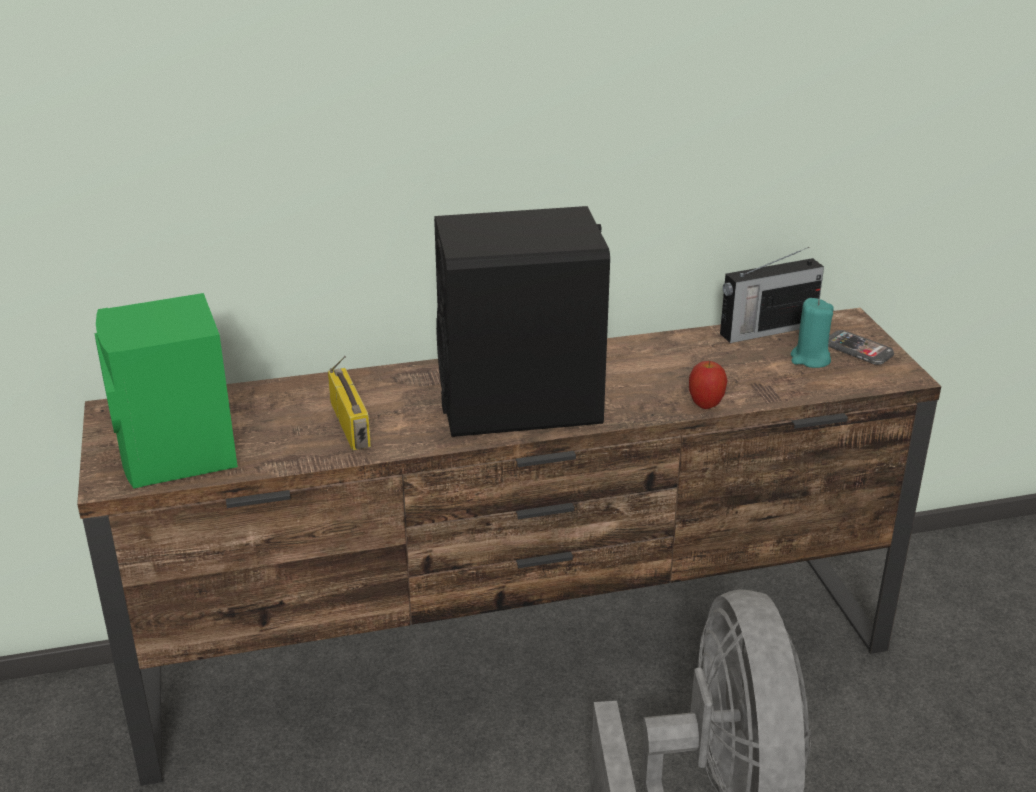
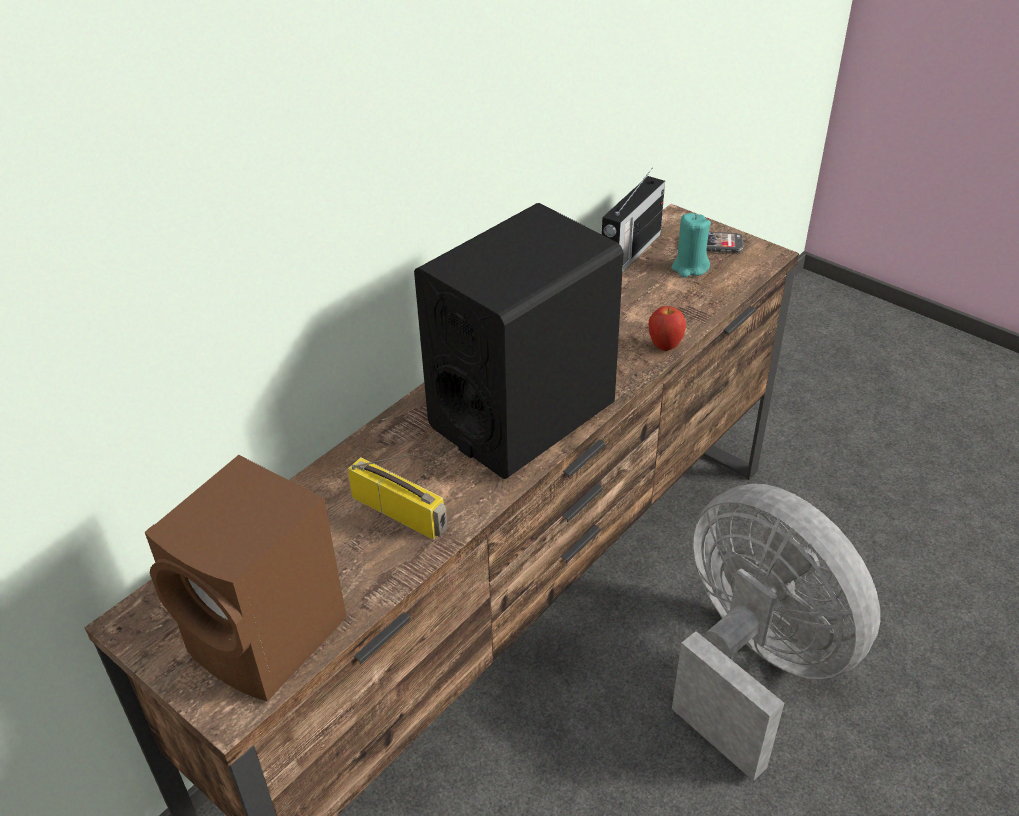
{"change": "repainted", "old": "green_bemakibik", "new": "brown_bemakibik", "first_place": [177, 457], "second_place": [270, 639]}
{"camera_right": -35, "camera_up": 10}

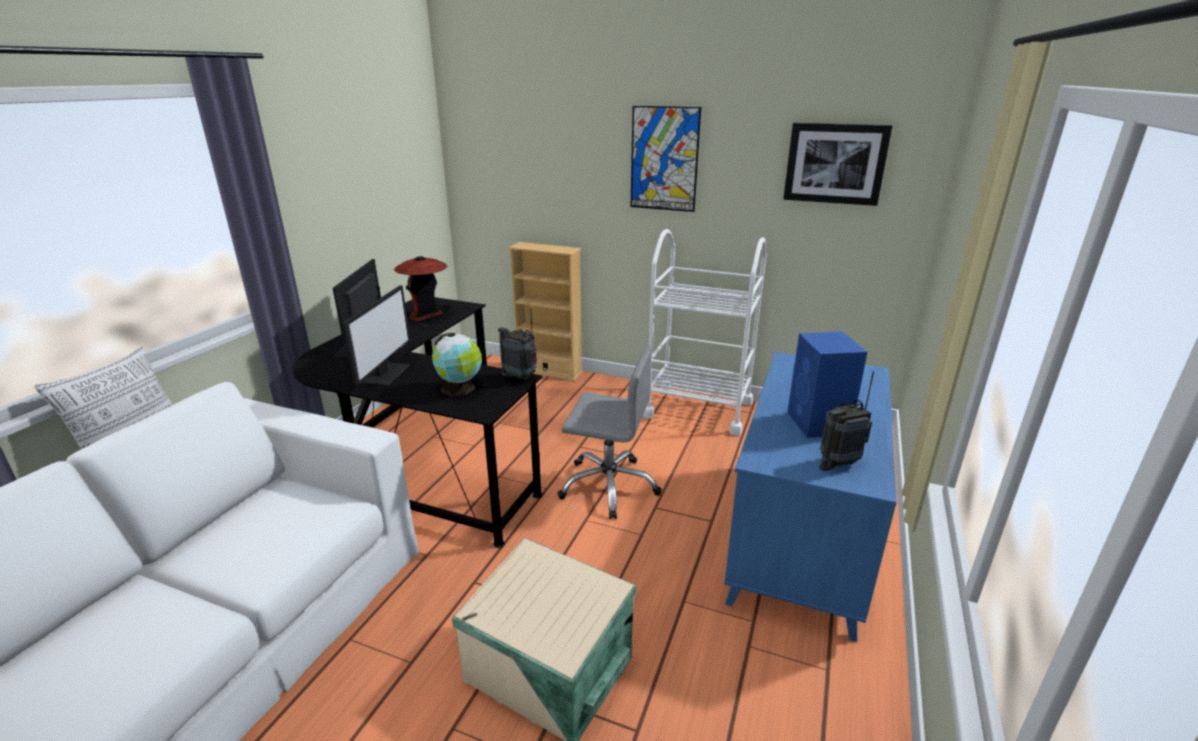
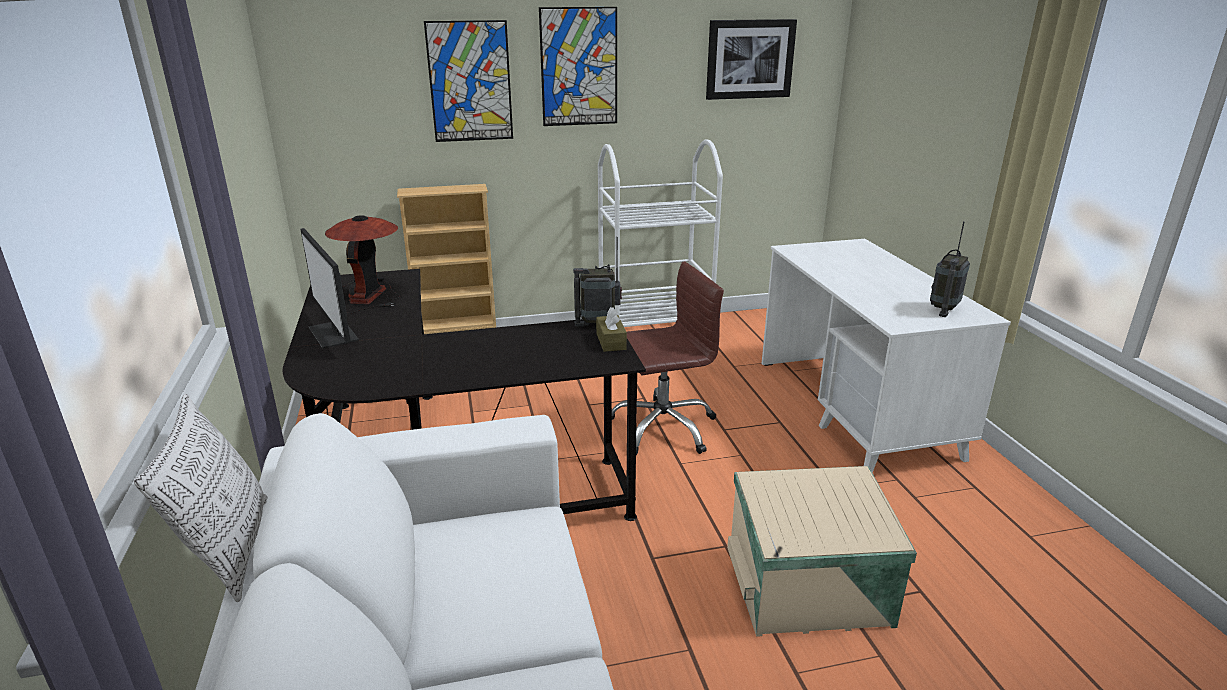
{"change": "gone", "old": "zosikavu", "first_place": [385, 373]}
{"change": "gone", "old": "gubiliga", "first_place": [460, 388]}
{"change": "repainted", "old": "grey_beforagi", "new": "brown_beforagi", "first_place": [609, 486], "second_place": [662, 427]}
{"change": "repainted", "old": "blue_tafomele", "new": "white_tafomele", "first_place": [801, 539], "second_place": [857, 409]}
{"change": "gone", "old": "blue_bemakibik", "first_place": [818, 424]}
{"change": "new", "new": "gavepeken", "second_place": [470, 82]}
{"change": "new", "new": "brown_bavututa", "second_place": [611, 341]}
{"camera_right": -35, "camera_up": 0}

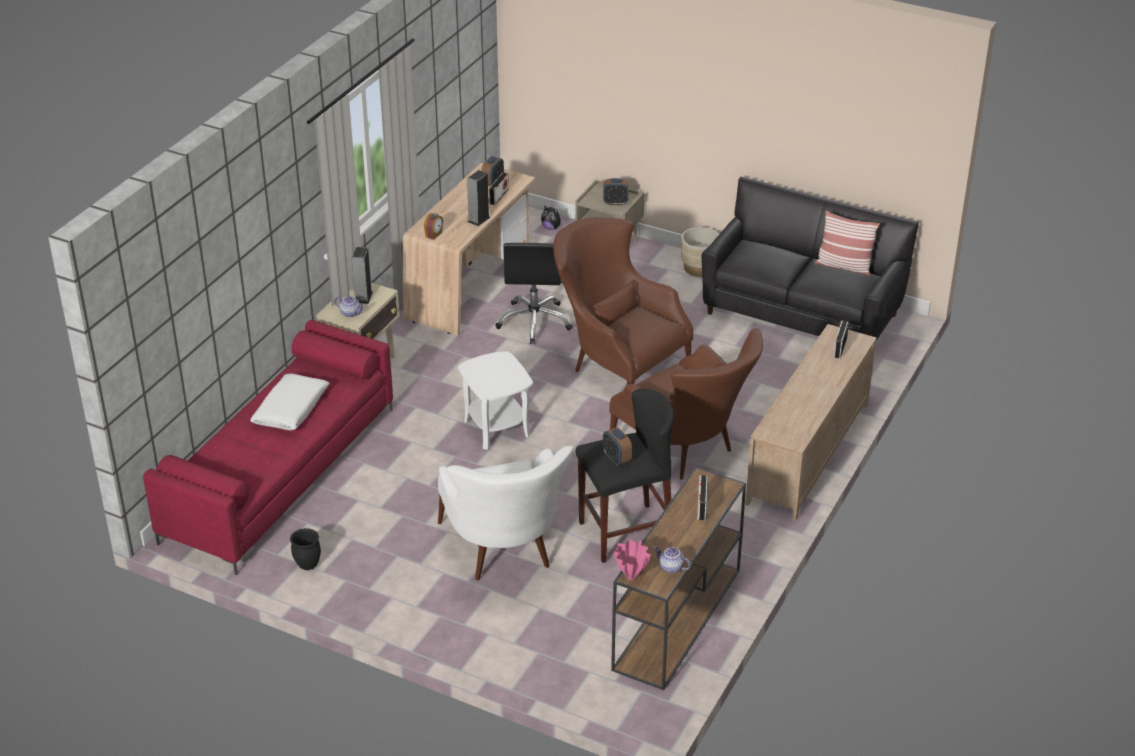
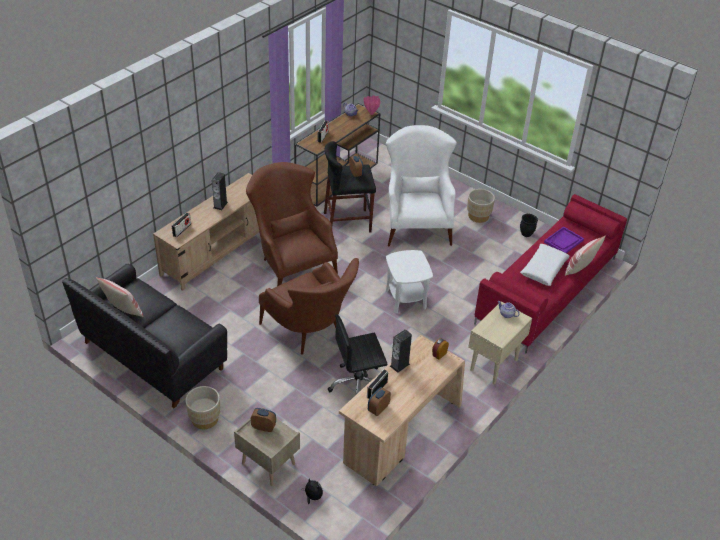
{"change": "shifted", "old": "bemakibik", "first_place": [363, 297], "second_place": [220, 205]}
{"change": "rotated", "old": "black_beforagi", "first_place": [534, 322], "second_place": [358, 385], "degrees": -120}
{"change": "new", "new": "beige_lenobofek", "second_place": [478, 216]}
{"change": "new", "new": "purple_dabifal", "second_place": [563, 241]}
{"change": "new", "new": "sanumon", "second_place": [580, 268]}
{"camera_right": -170, "camera_up": 5}

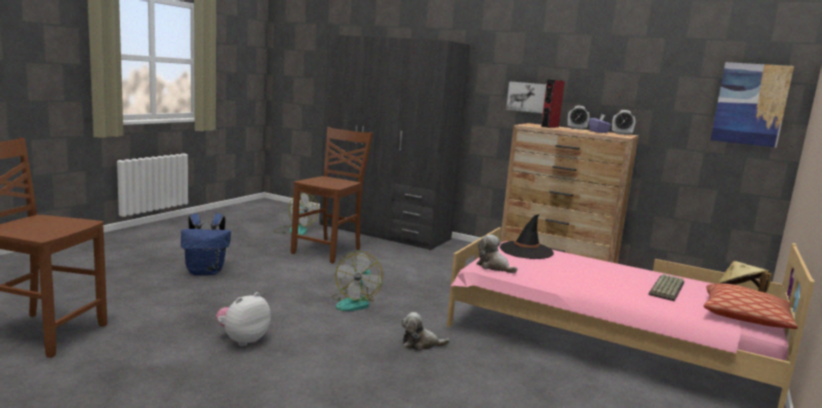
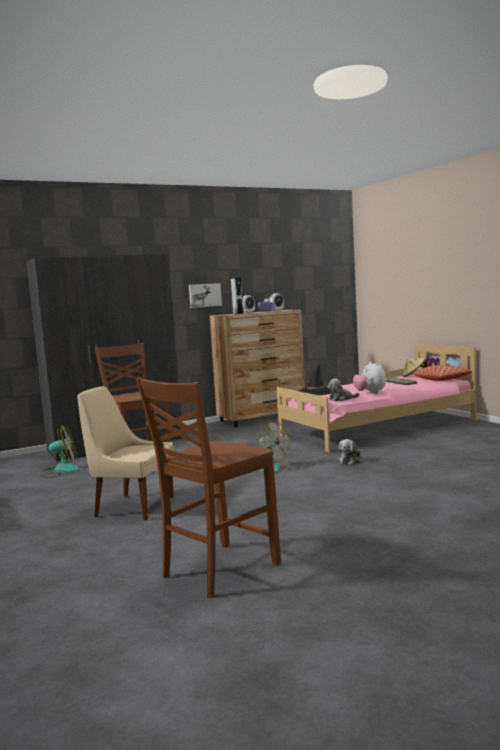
{"change": "swapped", "old": "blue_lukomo", "new": "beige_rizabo", "first_place": [206, 272], "second_place": [132, 507]}
{"change": "shifted", "old": "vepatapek", "first_place": [243, 340], "second_place": [370, 393]}
{"change": "repainted", "old": "red_bemakibik", "new": "grey_bemakibik", "first_place": [549, 127], "second_place": [238, 313]}
{"change": "gone", "old": "gavepeken", "first_place": [750, 104]}
{"camera_right": -55, "camera_up": -5}

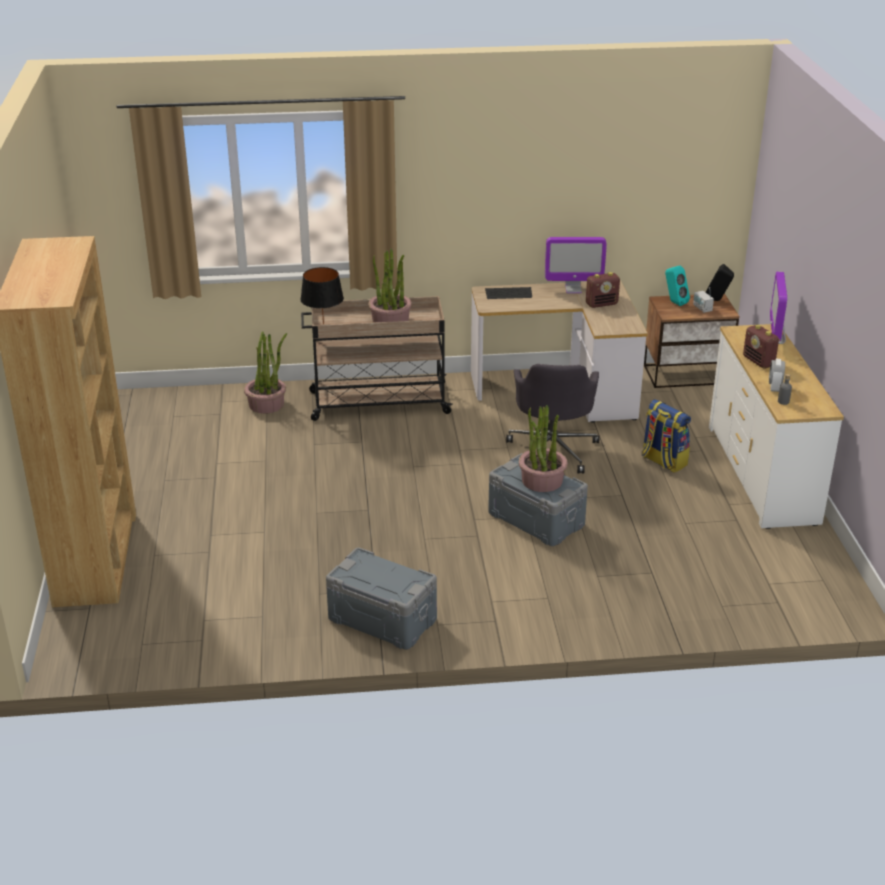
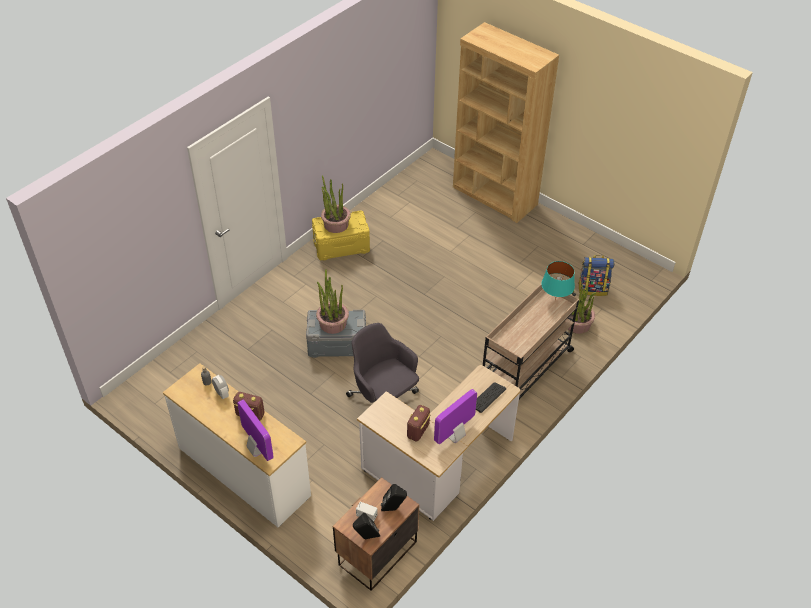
{"change": "repainted", "old": "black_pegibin", "new": "turquoise_pegibin", "first_place": [323, 324], "second_place": [555, 299]}
{"change": "repainted", "old": "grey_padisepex", "new": "yellow_padisepex", "first_place": [383, 619], "second_place": [341, 246]}
{"change": "shifted", "old": "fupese", "first_place": [390, 321], "second_place": [336, 224]}
{"change": "shifted", "old": "lukomo", "first_place": [663, 461], "second_place": [593, 288]}
{"change": "repainted", "old": "turquoise_bemakibik", "new": "black_bemakibik", "first_place": [674, 302], "second_place": [393, 508]}
{"camera_right": 135, "camera_up": 15}

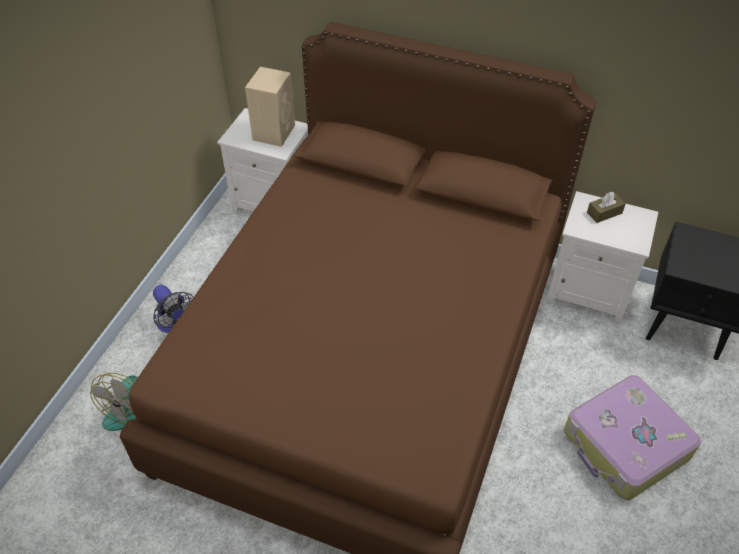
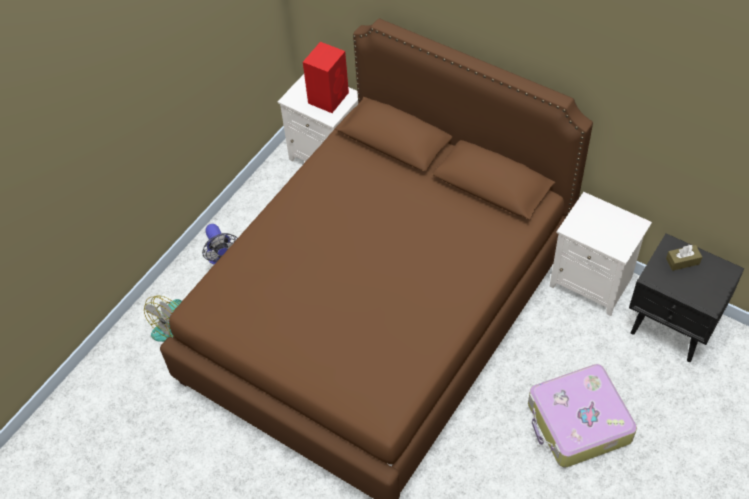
{"change": "repainted", "old": "beige_bemakibik", "new": "red_bemakibik", "first_place": [274, 132], "second_place": [329, 97]}
{"change": "shifted", "old": "brown_bavututa", "first_place": [604, 213], "second_place": [682, 261]}
{"camera_right": 15, "camera_up": 5}

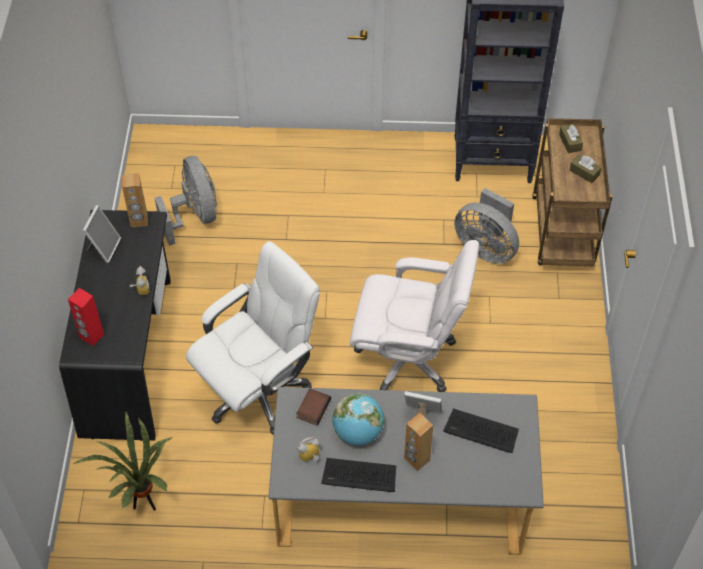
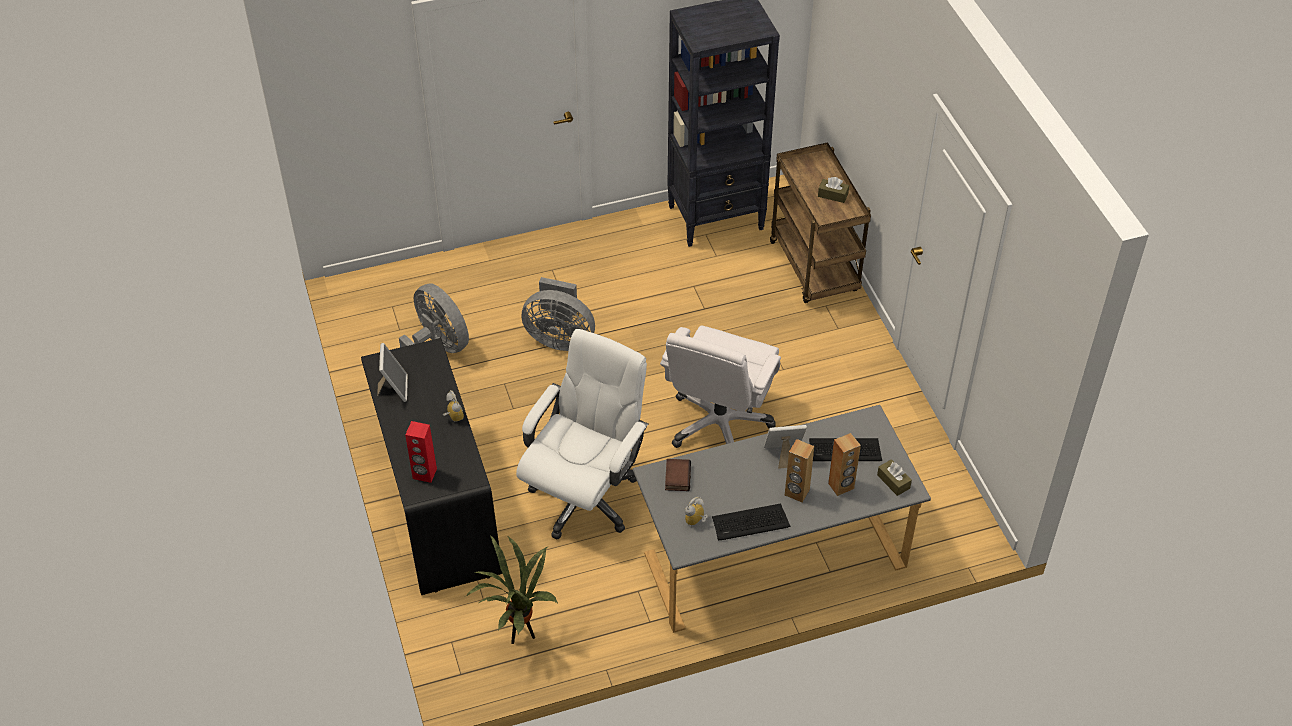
{"change": "shifted", "old": "brown_bemakibik", "first_place": [139, 220], "second_place": [841, 486]}
{"change": "gone", "old": "gubiliga", "first_place": [358, 433]}
{"change": "rotated", "old": "white_beforagi", "first_place": [408, 359], "second_place": [719, 424], "degrees": 120}
{"change": "shifted", "old": "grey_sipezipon", "first_place": [486, 248], "second_place": [560, 338]}
{"change": "shifted", "old": "brown_bavututa", "first_place": [570, 142], "second_place": [893, 481]}
{"camera_right": -20, "camera_up": -5}

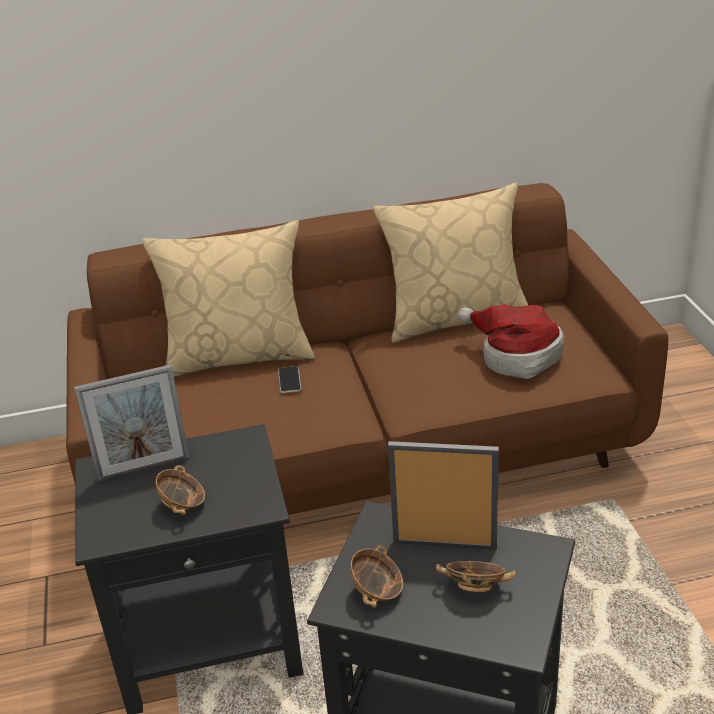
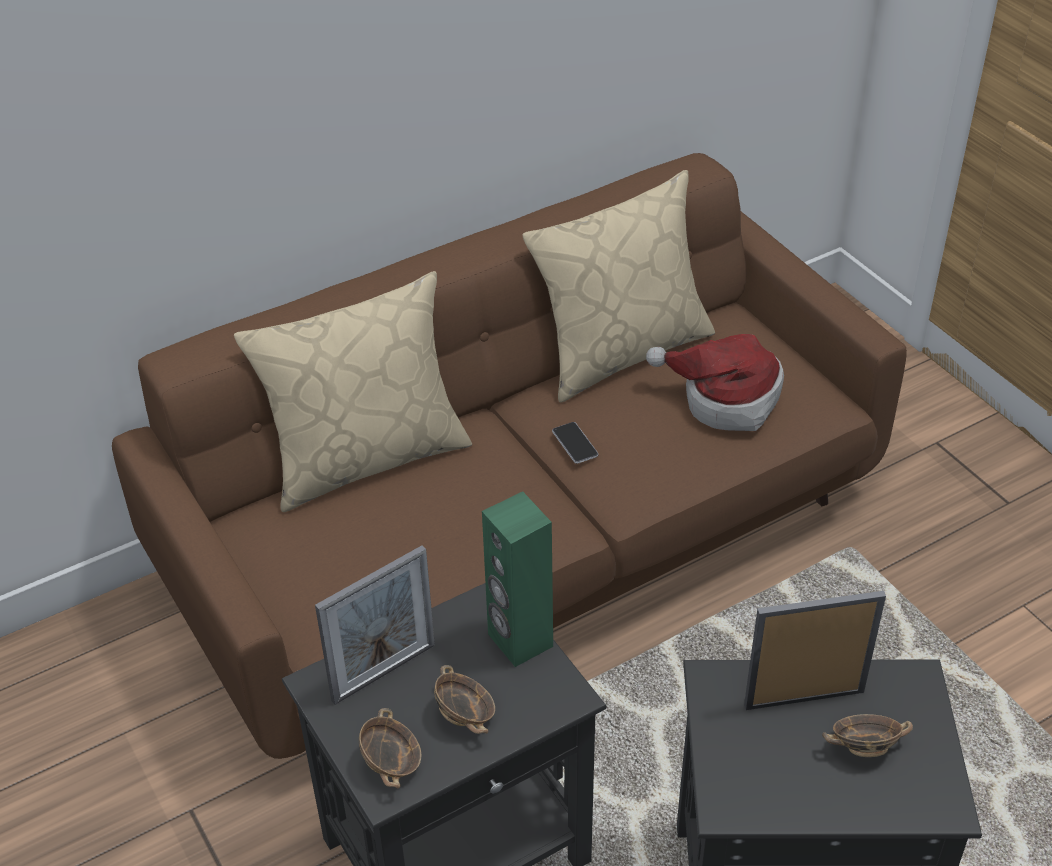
{"change": "shifted", "old": "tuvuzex", "first_place": [289, 380], "second_place": [575, 443]}
{"change": "shifted", "old": "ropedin", "first_place": [377, 591], "second_place": [392, 763]}
{"change": "new", "new": "green_bemakibik", "second_place": [519, 640]}
{"camera_right": -20, "camera_up": 10}

